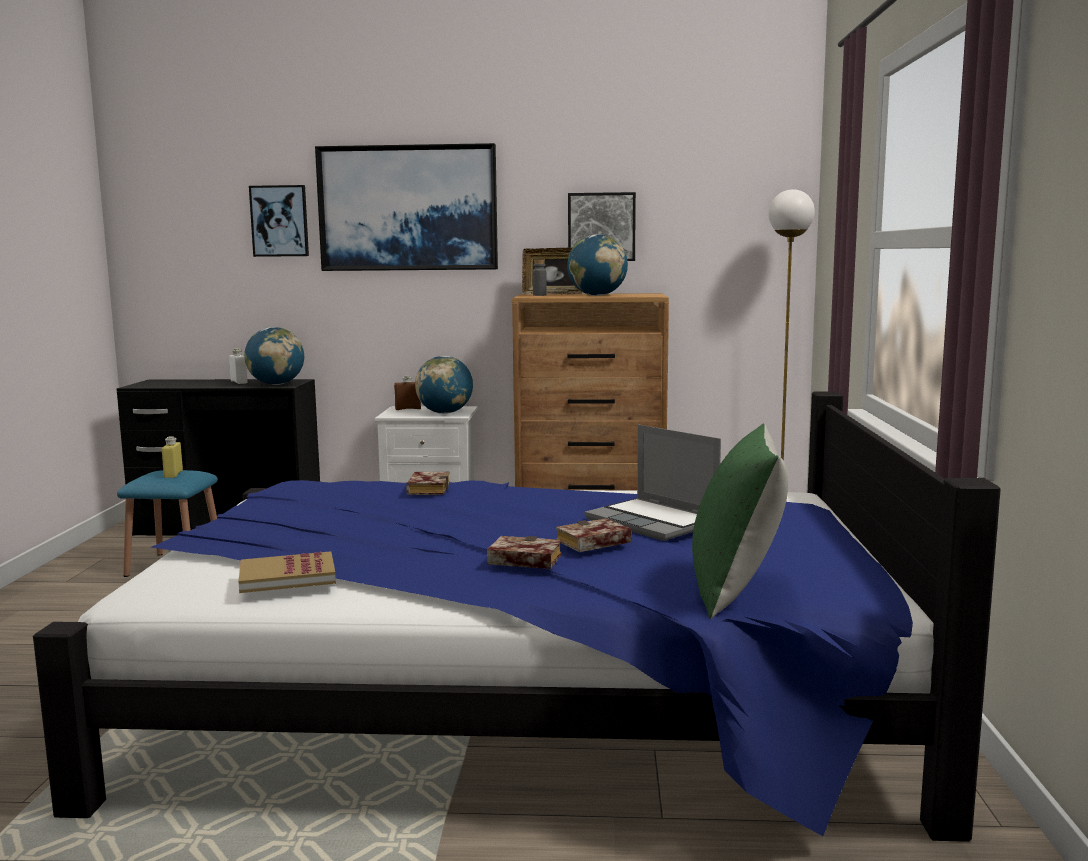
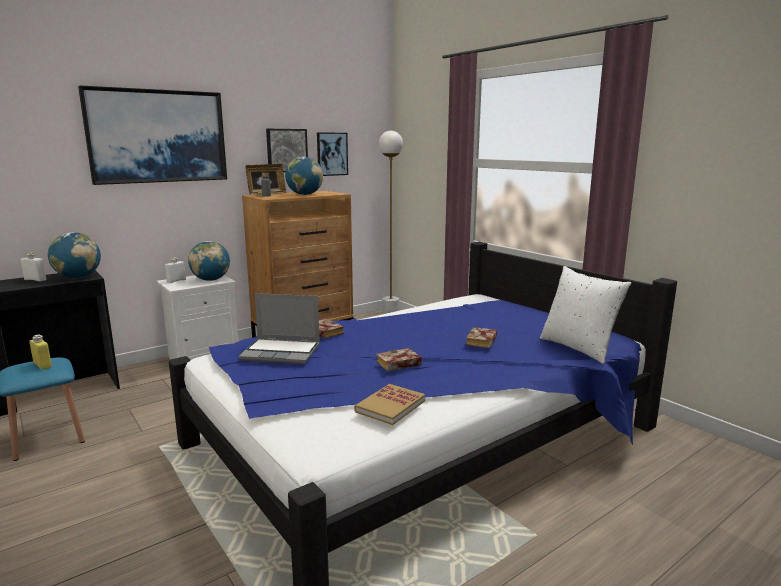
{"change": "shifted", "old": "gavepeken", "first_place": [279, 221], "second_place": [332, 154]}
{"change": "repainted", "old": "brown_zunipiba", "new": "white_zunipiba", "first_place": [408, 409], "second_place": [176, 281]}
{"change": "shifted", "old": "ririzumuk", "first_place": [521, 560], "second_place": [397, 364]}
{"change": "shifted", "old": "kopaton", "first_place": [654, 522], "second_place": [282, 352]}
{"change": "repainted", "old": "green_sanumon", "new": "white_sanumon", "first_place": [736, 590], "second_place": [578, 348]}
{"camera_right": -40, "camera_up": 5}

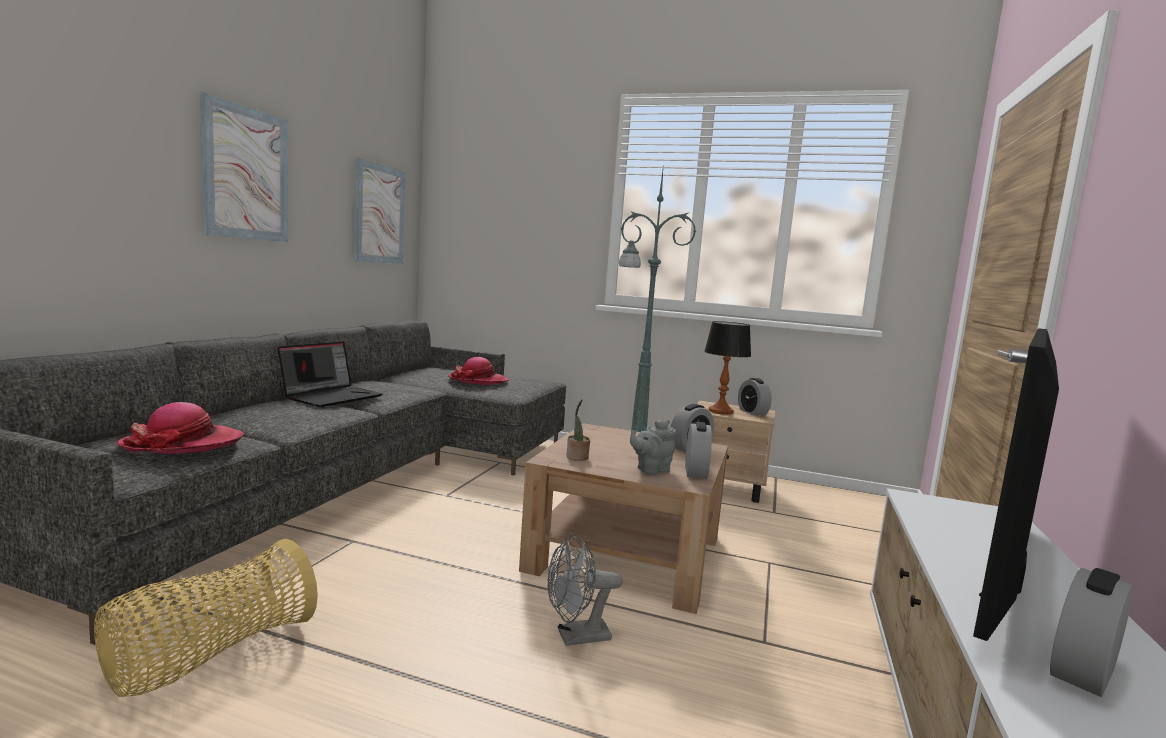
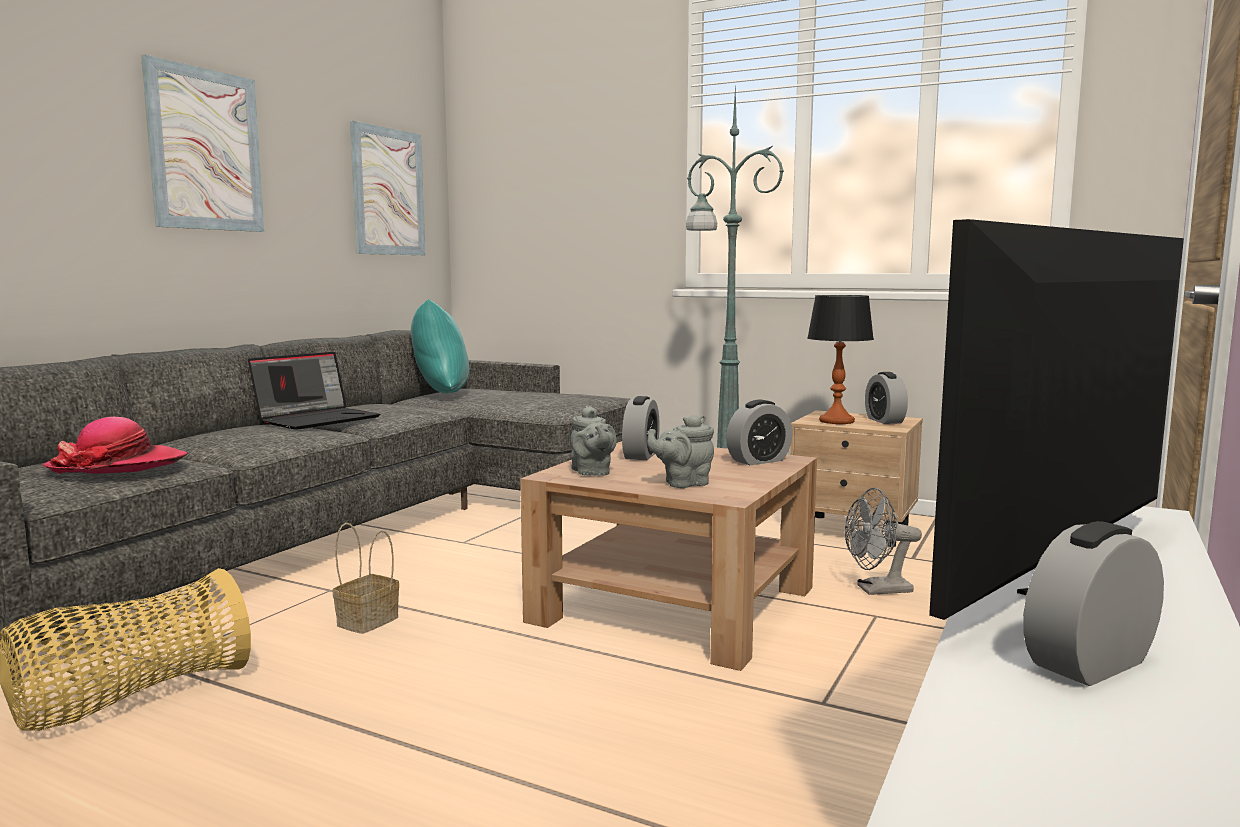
{"change": "gone", "old": "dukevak", "first_place": [478, 381]}
{"change": "shifted", "old": "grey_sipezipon", "first_place": [576, 637], "second_place": [877, 590]}
{"change": "swapped", "old": "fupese", "new": "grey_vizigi", "first_place": [577, 457], "second_place": [592, 472]}
{"change": "shifted", "old": "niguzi", "first_place": [695, 472], "second_place": [641, 455]}
{"change": "new", "new": "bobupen", "second_place": [368, 620]}
{"change": "new", "new": "turquoise_sanumon", "second_place": [439, 395]}
{"camera_right": 10, "camera_up": 0}

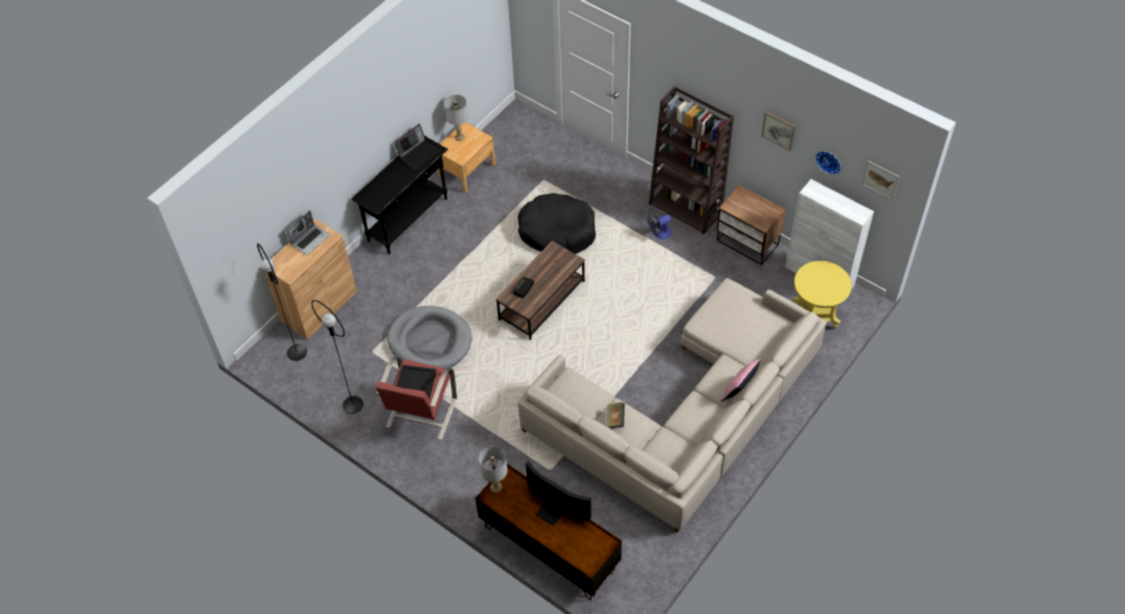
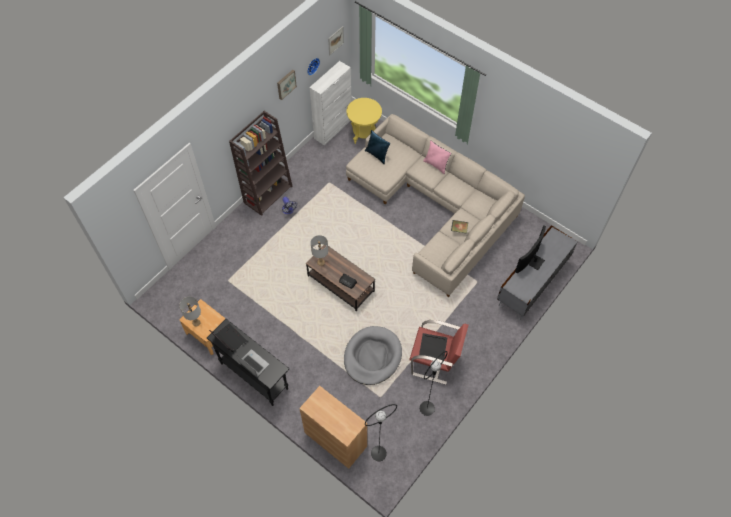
{"change": "shifted", "old": "kopaton", "first_place": [310, 239], "second_place": [253, 363]}
{"change": "repainted", "old": "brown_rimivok", "new": "grey_rimivok", "first_place": [549, 547], "second_place": [532, 283]}
{"change": "shifted", "old": "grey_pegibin", "first_place": [496, 487], "second_place": [321, 262]}
{"change": "gone", "old": "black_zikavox", "first_place": [557, 231]}
{"change": "gone", "old": "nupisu", "first_place": [747, 243]}
{"change": "new", "new": "blue_sanumon", "second_place": [377, 155]}
{"camera_right": -90, "camera_up": 5}

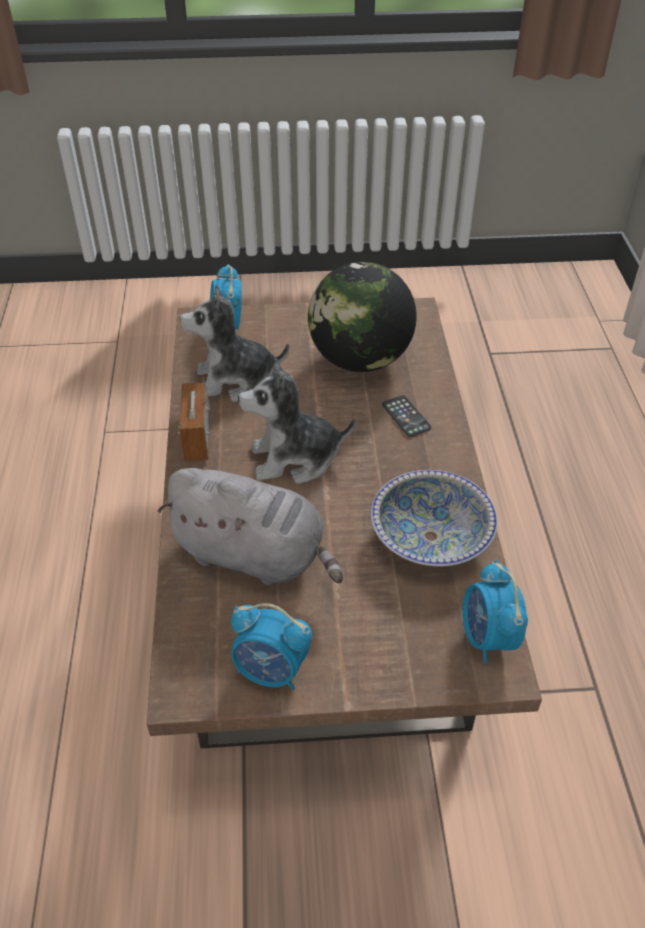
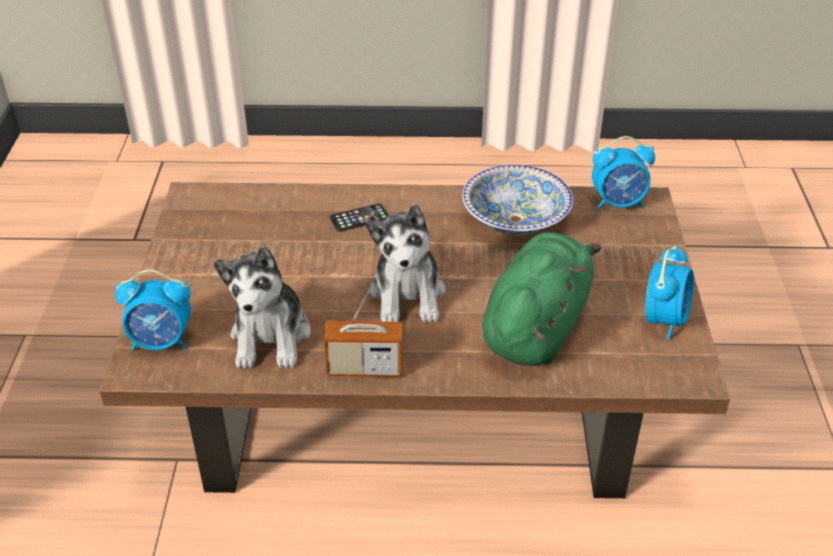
{"change": "repainted", "old": "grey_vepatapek", "new": "green_vepatapek", "first_place": [254, 555], "second_place": [536, 326]}
{"change": "gone", "old": "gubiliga", "first_place": [360, 360]}
{"camera_right": -85, "camera_up": -5}

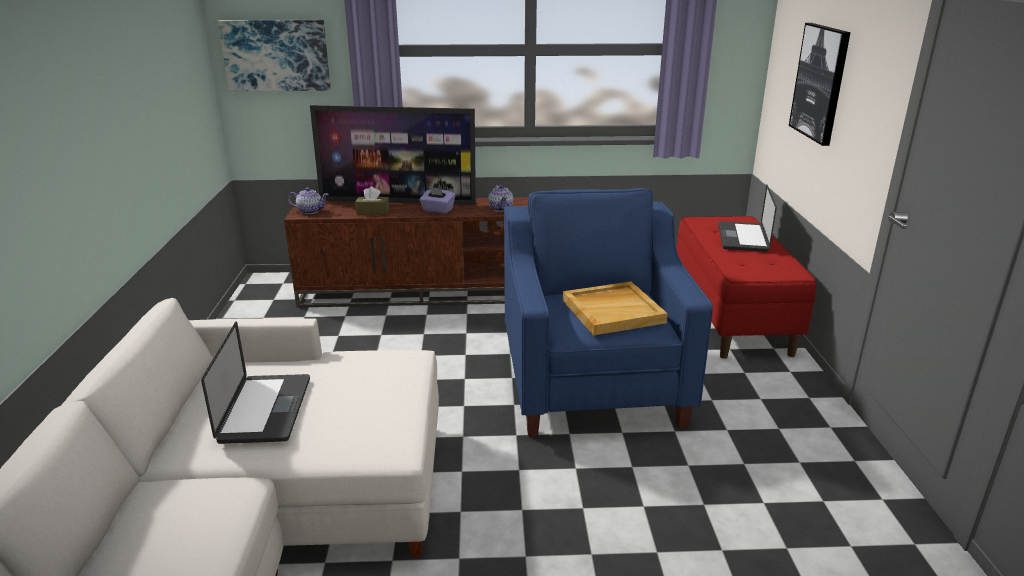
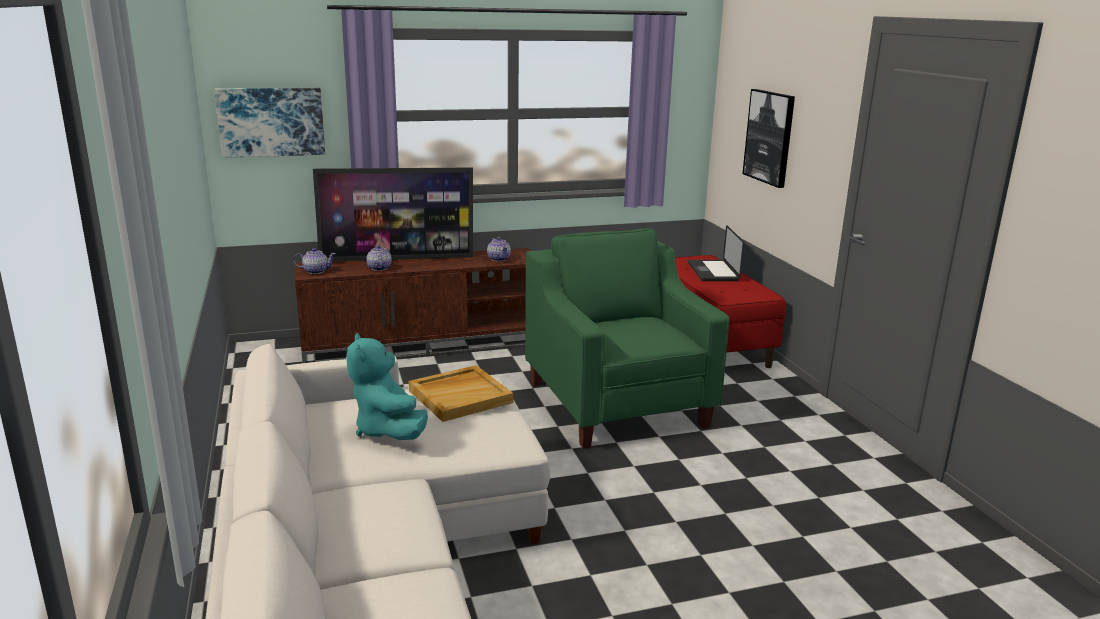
{"change": "swapped", "old": "kopaton", "new": "turquoise_vepatapek", "first_place": [265, 410], "second_place": [388, 430]}
{"change": "swapped", "old": "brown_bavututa", "new": "vizigi", "first_place": [373, 212], "second_place": [379, 268]}
{"change": "gone", "old": "purple_bavututa", "first_place": [437, 210]}
{"change": "repainted", "old": "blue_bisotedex", "new": "green_bisotedex", "first_place": [592, 384], "second_place": [617, 404]}
{"change": "shifted", "old": "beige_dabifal", "first_place": [613, 311], "second_place": [460, 396]}
{"camera_right": -15, "camera_up": -5}

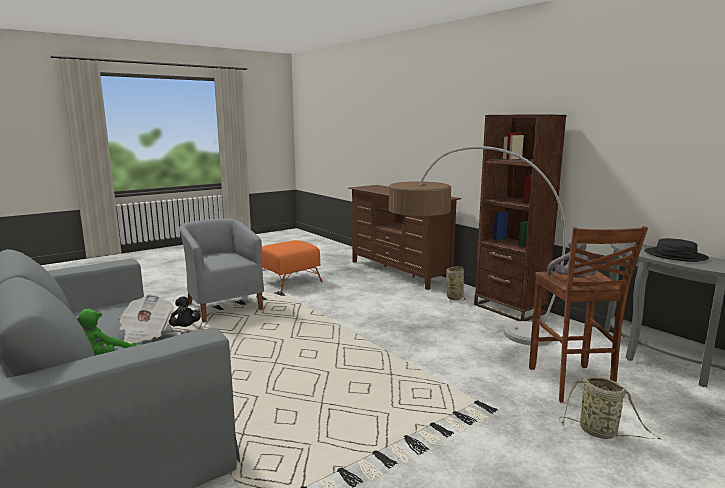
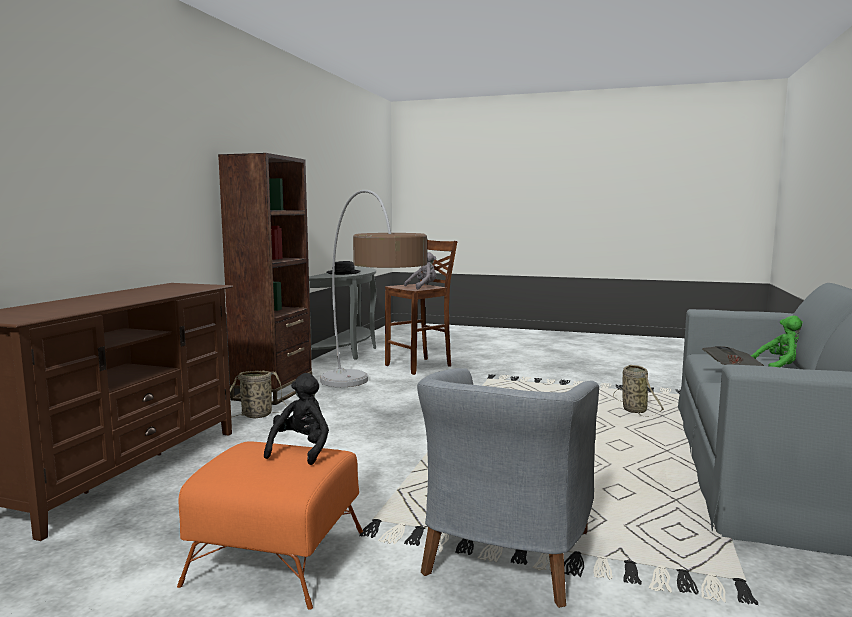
{"change": "shifted", "old": "black_vepatapek", "first_place": [183, 328], "second_place": [301, 449]}
{"change": "shifted", "old": "bobupen", "first_place": [600, 432], "second_place": [633, 409]}
{"camera_right": -125, "camera_up": -5}

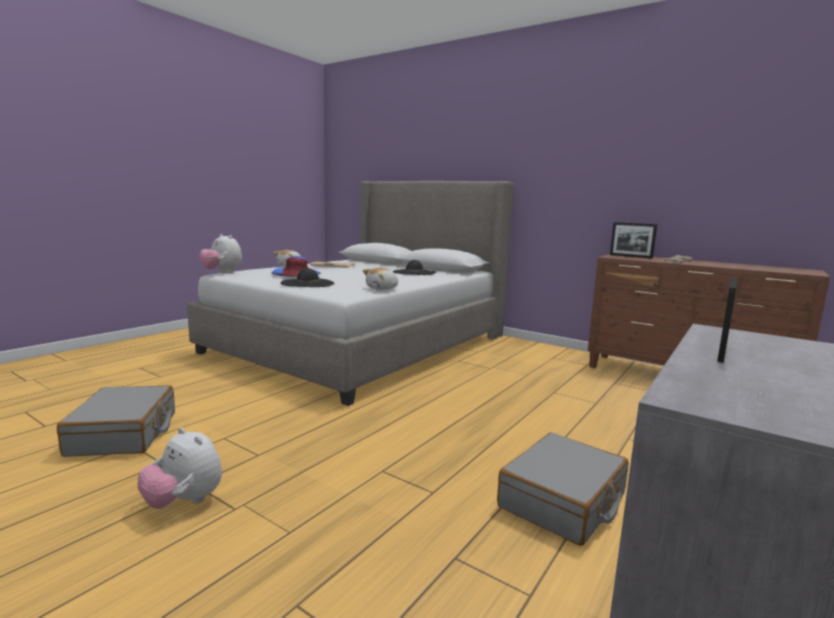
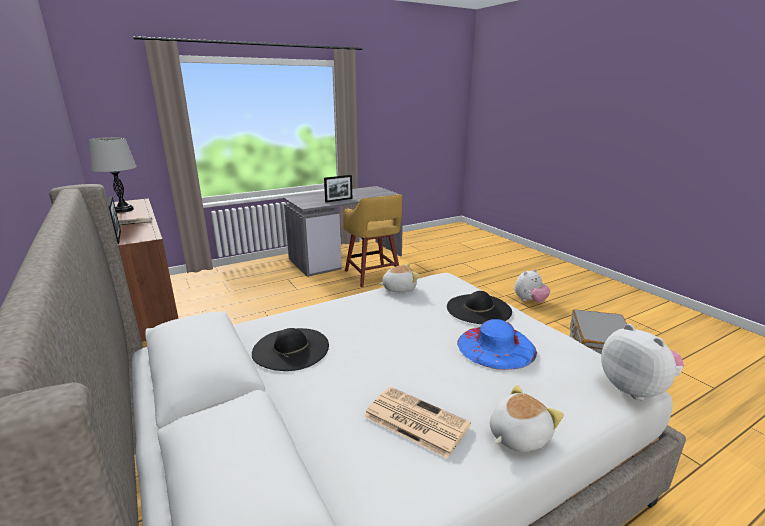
{"change": "rotated", "old": "vepatapek", "first_place": [184, 502], "second_place": [529, 301], "degrees": 90}
{"change": "swapped", "old": "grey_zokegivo", "new": "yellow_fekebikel", "first_place": [563, 501], "second_place": [373, 275]}
{"change": "new", "new": "grey_pegibin", "second_place": [123, 210]}
{"camera_right": -155, "camera_up": 10}

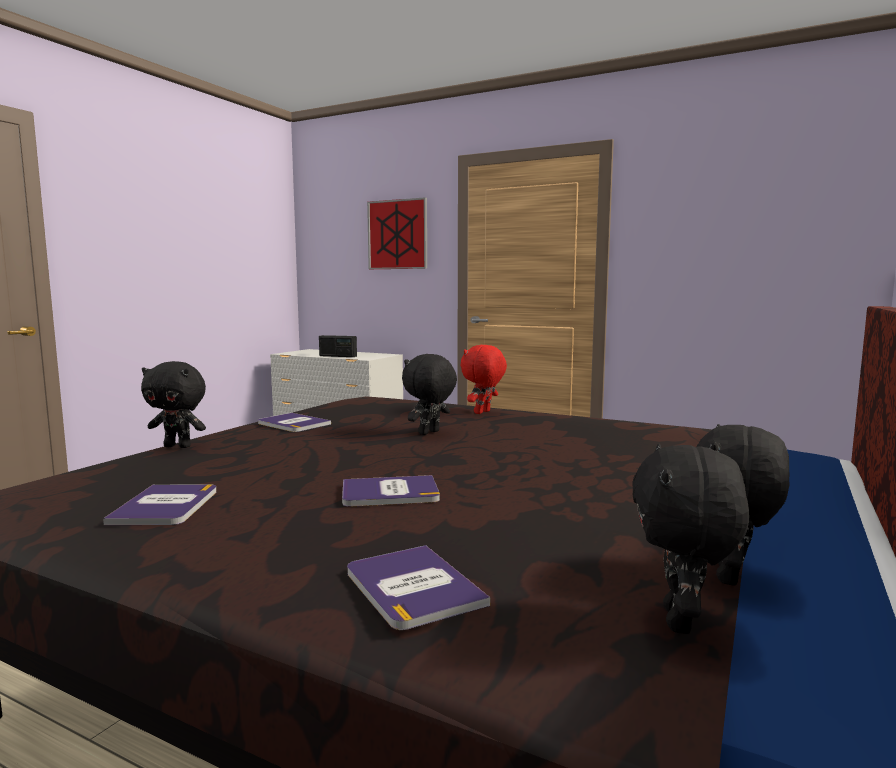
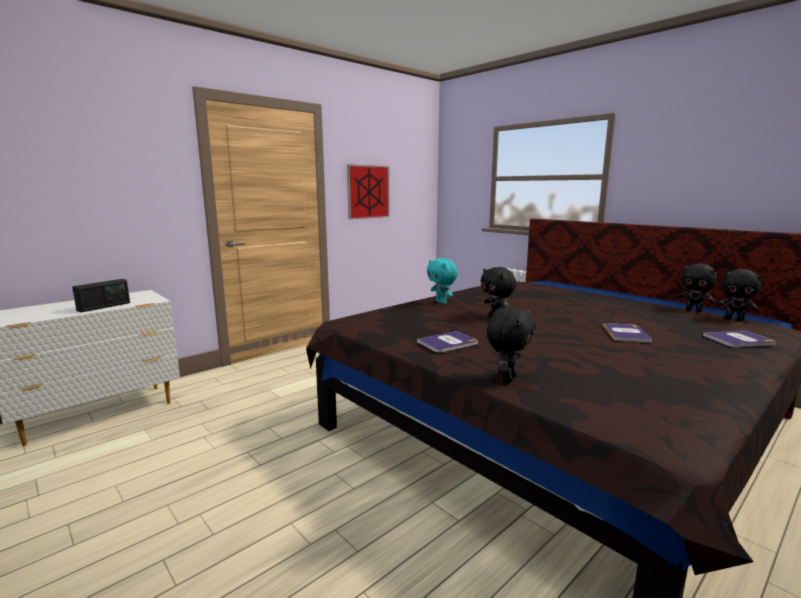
{"change": "gone", "old": "ririzumuk", "first_place": [165, 506]}
{"change": "shifted", "old": "gavepeken", "first_place": [397, 234], "second_place": [368, 192]}
{"change": "repainted", "old": "red_vepatapek", "new": "turquoise_vepatapek", "first_place": [483, 412], "second_place": [441, 302]}
{"camera_right": -70, "camera_up": 5}

